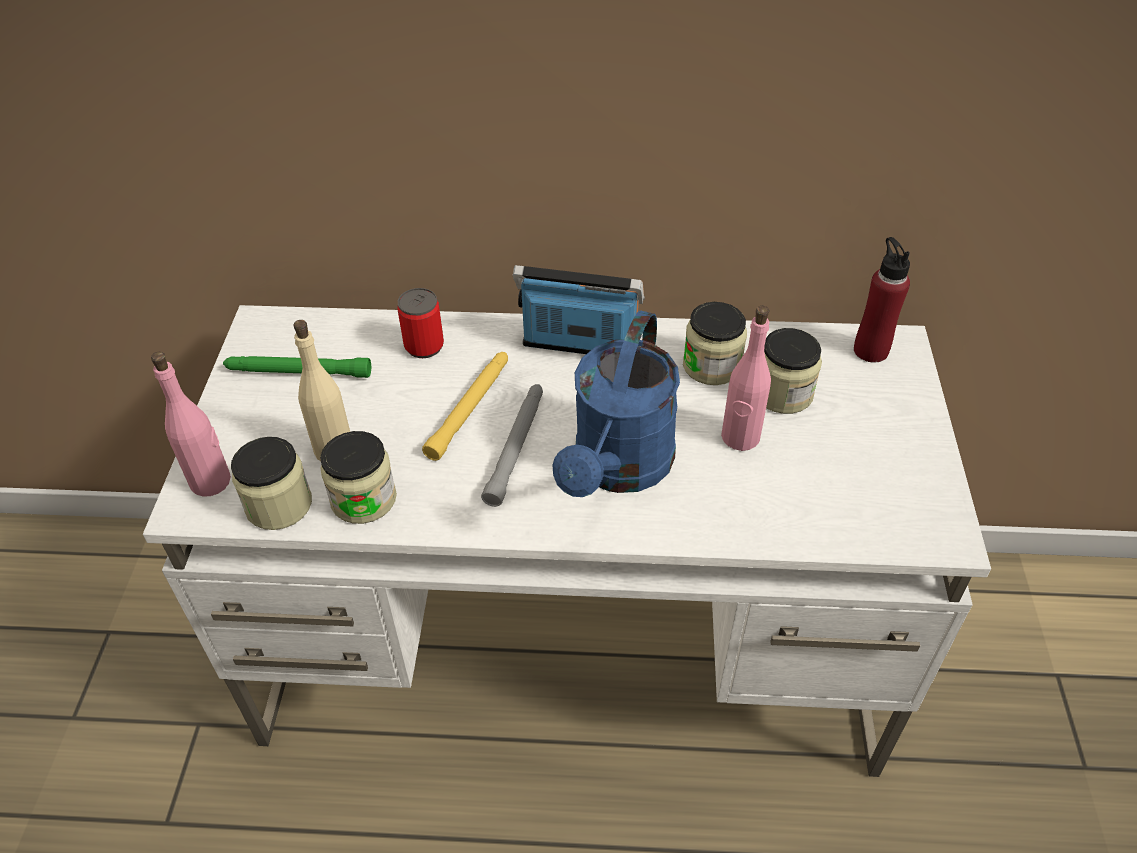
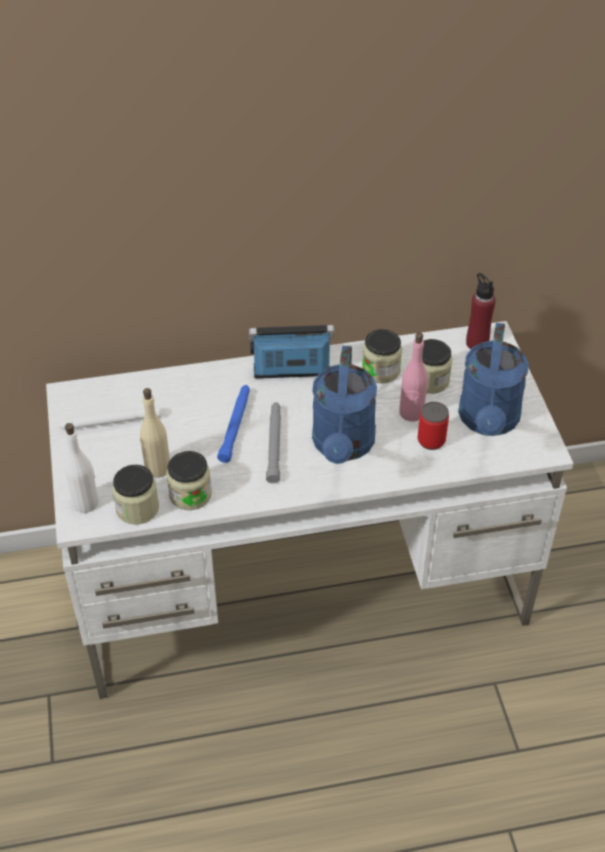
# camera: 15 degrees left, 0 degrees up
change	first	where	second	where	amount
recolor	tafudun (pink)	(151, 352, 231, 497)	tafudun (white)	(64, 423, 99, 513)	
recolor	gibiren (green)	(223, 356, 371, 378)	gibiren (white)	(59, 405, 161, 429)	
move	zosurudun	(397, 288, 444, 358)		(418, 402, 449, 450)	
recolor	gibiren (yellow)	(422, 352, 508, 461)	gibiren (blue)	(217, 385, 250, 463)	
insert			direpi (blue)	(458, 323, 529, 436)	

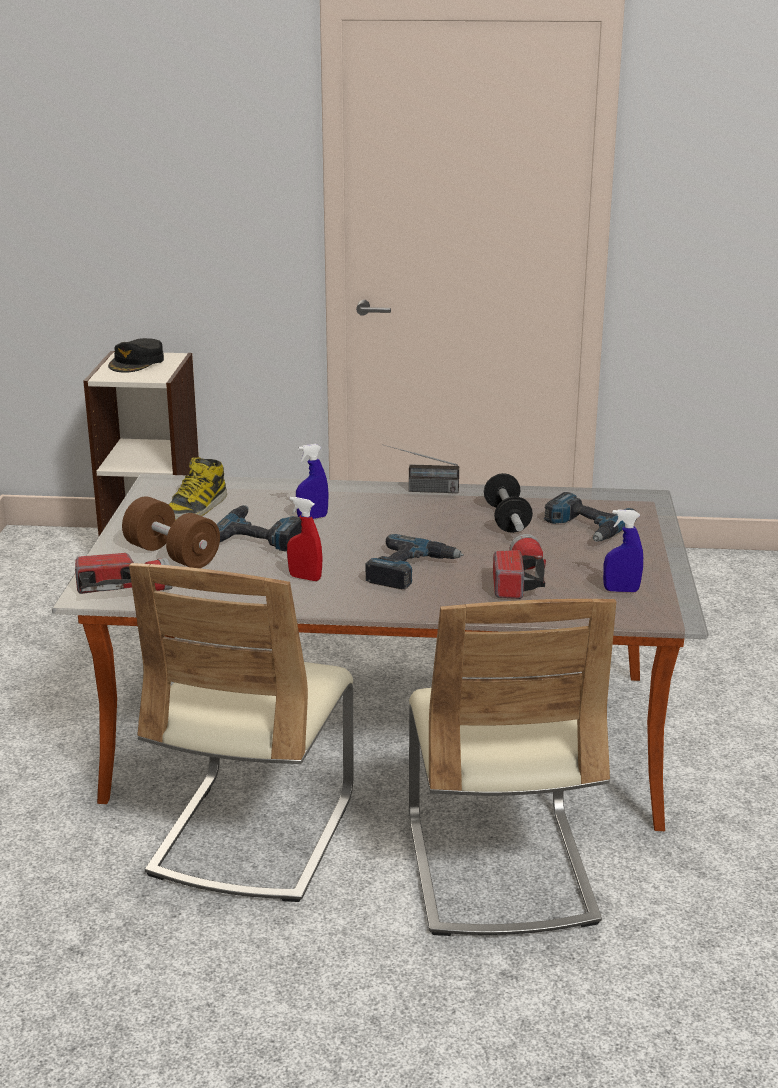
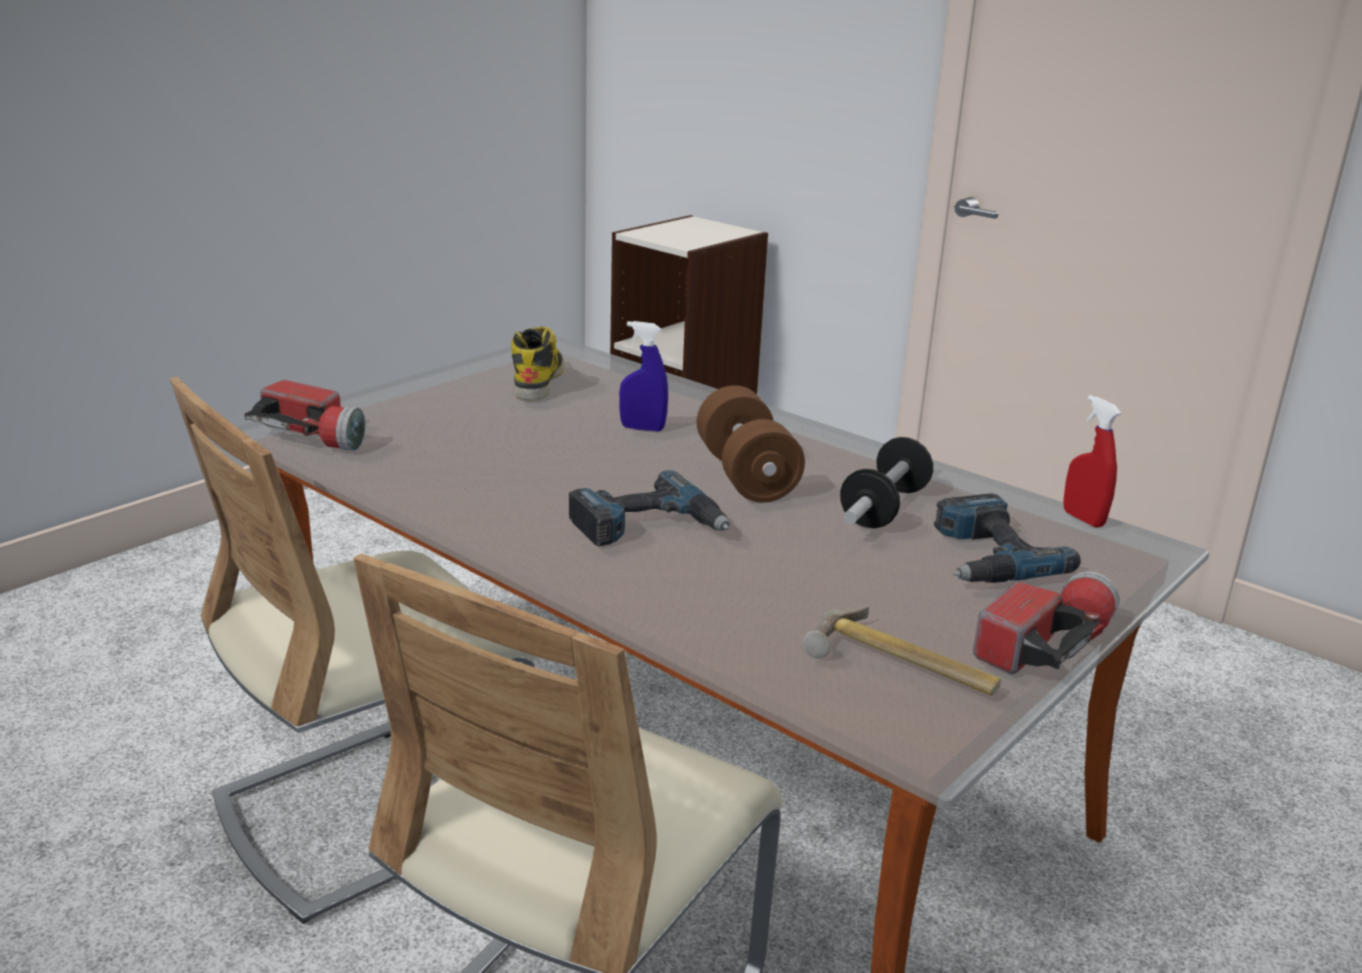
# camera: 35 degrees right, 0 degrees up
change	first	where	second	where	amount
delete	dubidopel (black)	(108, 338, 164, 373)			
move	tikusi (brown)	(122, 496, 220, 568)		(697, 385, 805, 502)	
rotate	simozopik	(168, 457, 227, 520)		(511, 326, 564, 400)	120 degrees clockwise
delete	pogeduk	(217, 505, 302, 551)			
move	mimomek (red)	(287, 497, 322, 581)		(1063, 395, 1121, 528)	
delete	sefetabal	(385, 445, 459, 493)			
move	gibiren	(493, 534, 546, 599)		(973, 571, 1120, 674)	
replace	mimomek (blue)	(603, 509, 643, 592)	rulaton	(802, 606, 1001, 695)	

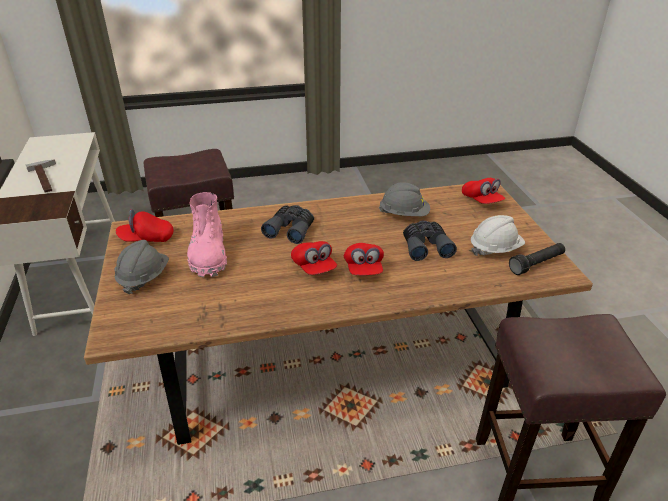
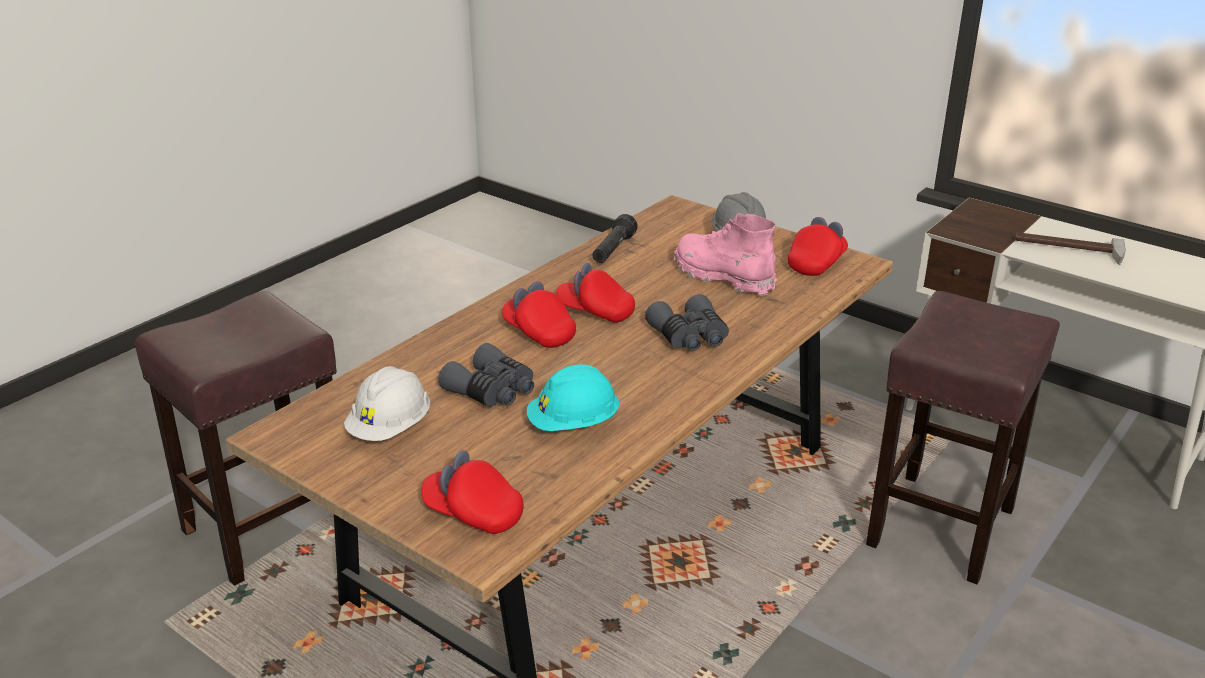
# camera: 140 degrees right, 5 degrees down
change	first	where	second	where	amount
recolor	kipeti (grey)	(379, 182, 430, 216)	kipeti (turquoise)	(527, 364, 619, 431)	
move	gibiren (black)	(509, 243, 565, 275)		(592, 214, 638, 263)	

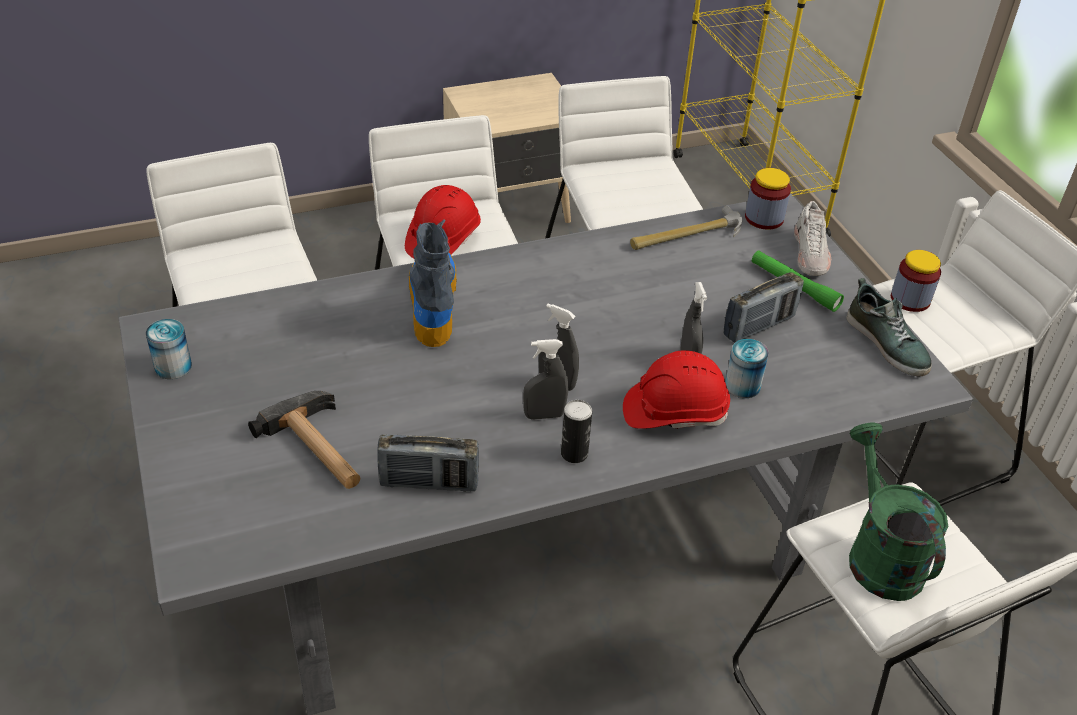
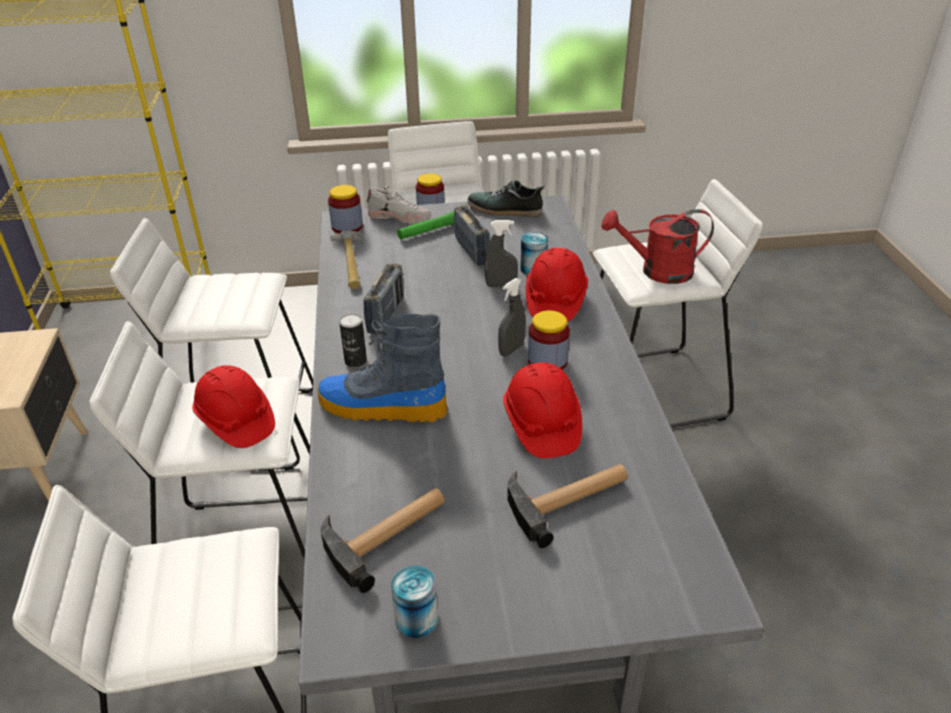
# camera: 75 degrees left, 5 degrees down
change	first	where	second	where	amount
move	sefetabal	(377, 434, 479, 492)		(364, 264, 404, 334)	
replace	mimomek (grey)	(523, 339, 568, 420)	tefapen	(528, 310, 570, 370)	
move	zosurudun	(561, 400, 592, 463)		(339, 314, 367, 367)	
rotate	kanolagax	(846, 278, 932, 377)		(467, 180, 545, 217)	150 degrees counterclockwise
recolor	direpi (green)	(849, 422, 948, 601)	direpi (red)	(601, 209, 714, 284)	
insert			rulaton	(321, 488, 444, 593)	
insert			kipeti (red)	(503, 362, 582, 458)	

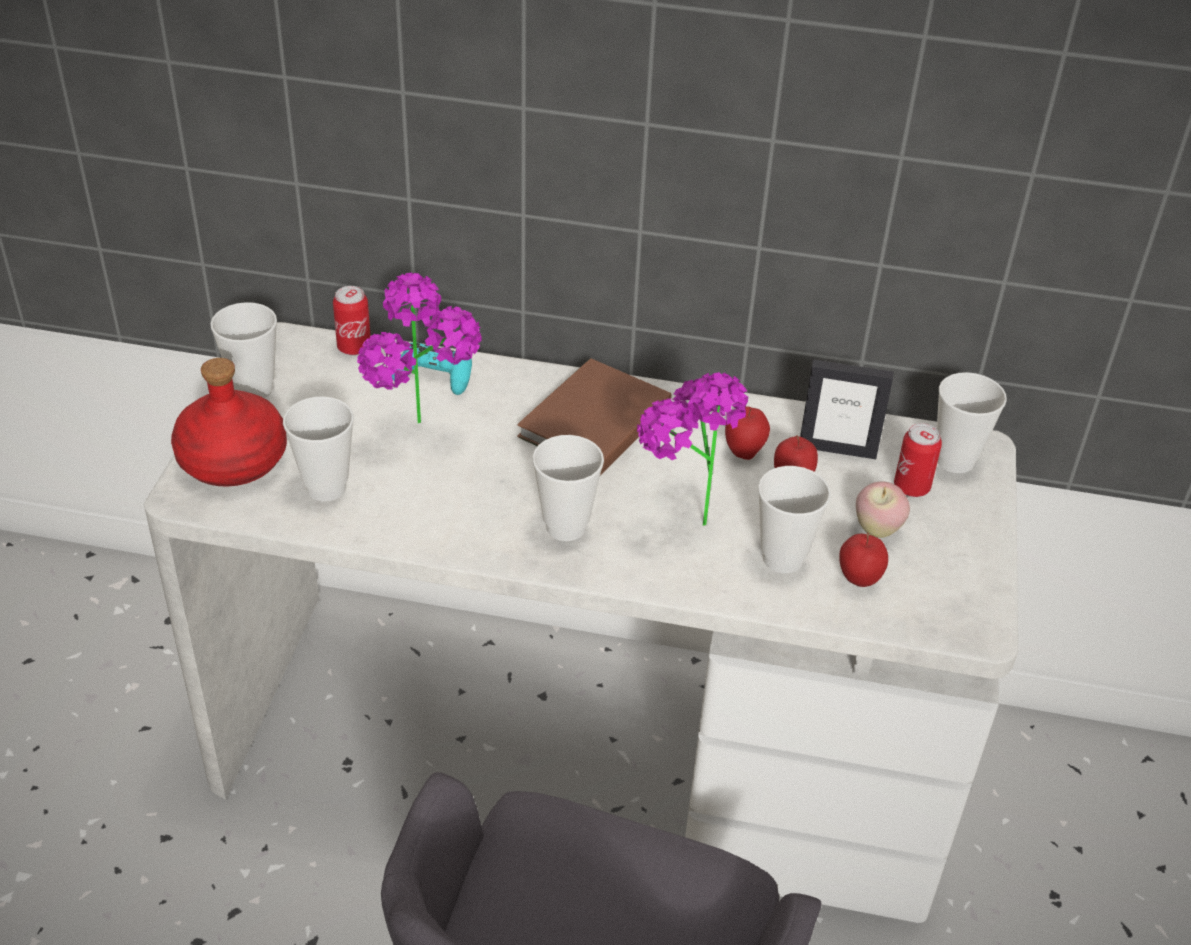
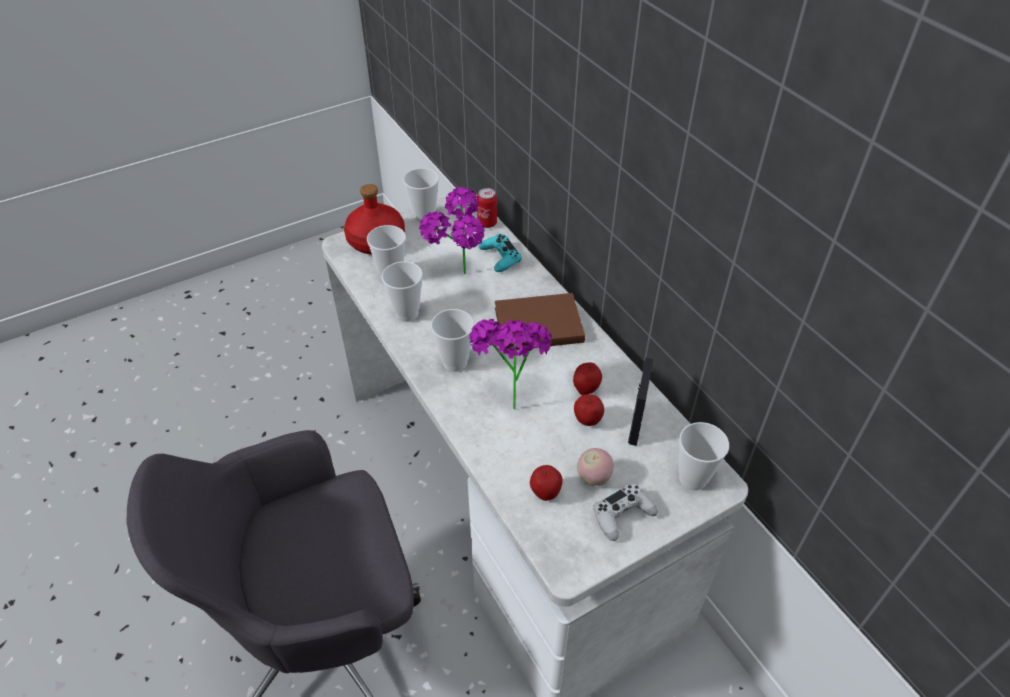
# camera: 50 degrees right, 5 degrees up
change	first	where	second	where	amount
move	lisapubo	(758, 466, 831, 573)		(382, 262, 423, 322)	
rotate	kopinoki	(800, 360, 894, 459)		(628, 358, 653, 446)	135 degrees counterclockwise
delete	zosurudun	(894, 423, 942, 497)			
insert			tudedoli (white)	(593, 484, 658, 541)	

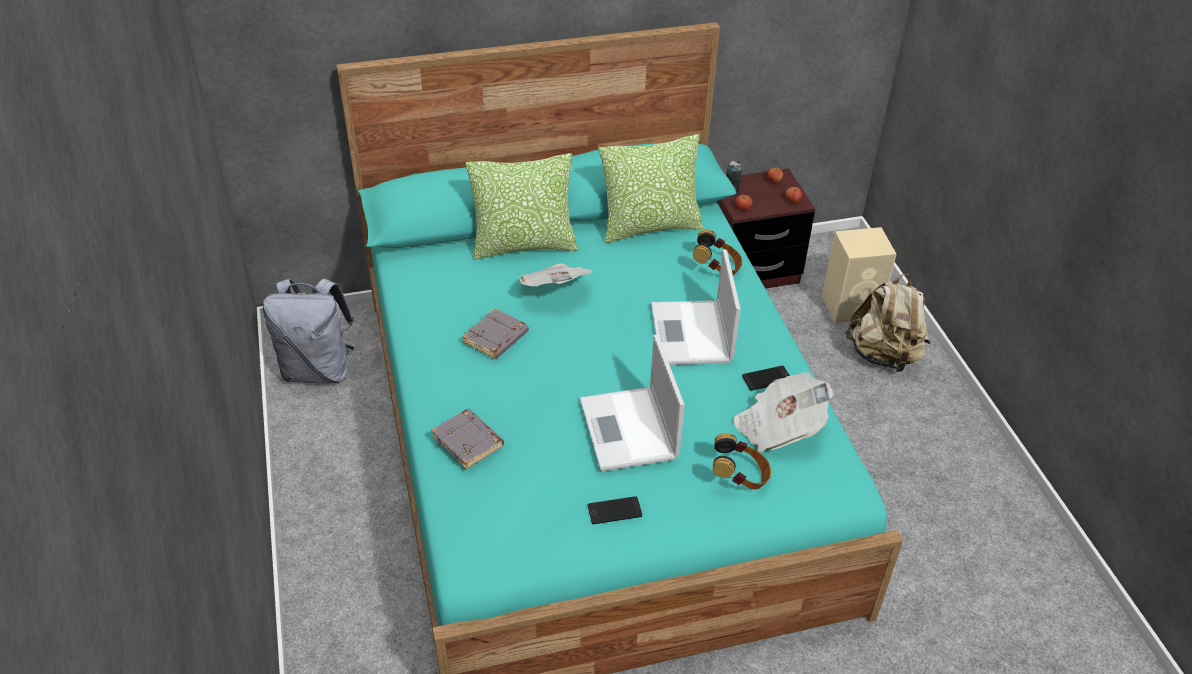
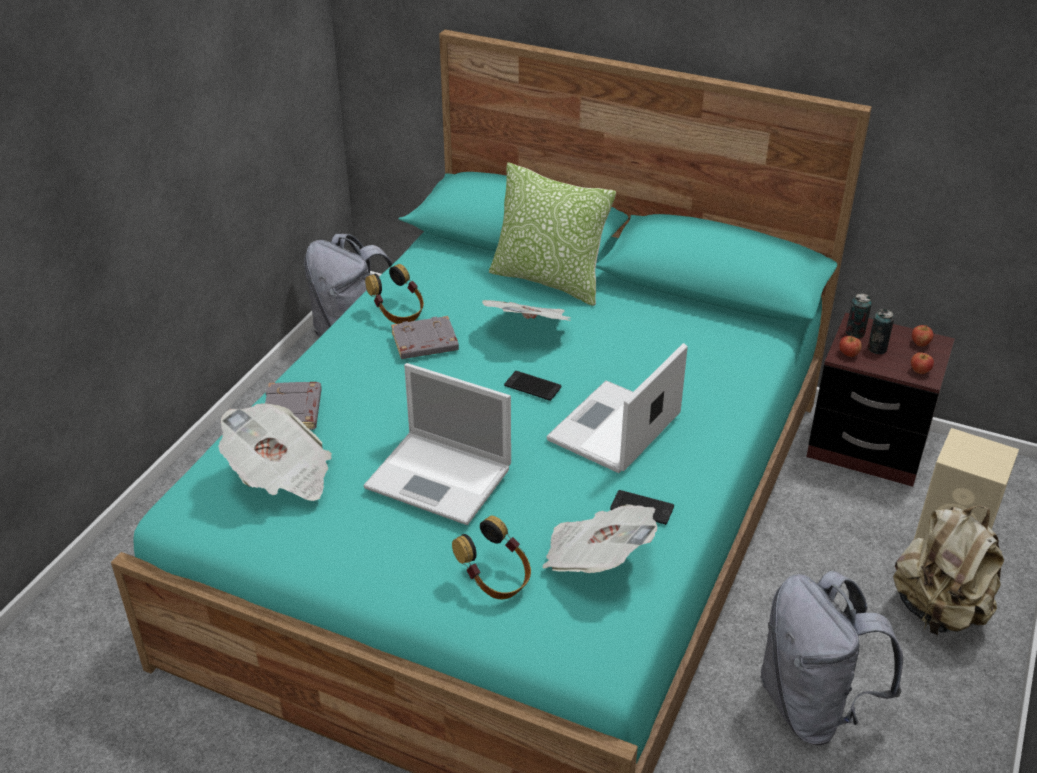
# camera: 40 degrees right, 5 degrees down
change	first	where	second	where	amount
rotate	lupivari	(580, 335, 685, 471)		(363, 363, 511, 525)	90 degrees counterclockwise
move	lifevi	(588, 496, 642, 524)		(504, 371, 561, 401)	
delete	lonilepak	(599, 134, 703, 243)			
move	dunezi	(693, 229, 743, 275)		(365, 264, 424, 324)	
insert			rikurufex	(218, 404, 332, 501)	
insert			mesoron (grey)	(760, 571, 903, 745)	
insert			zosurudun	(868, 309, 894, 354)	

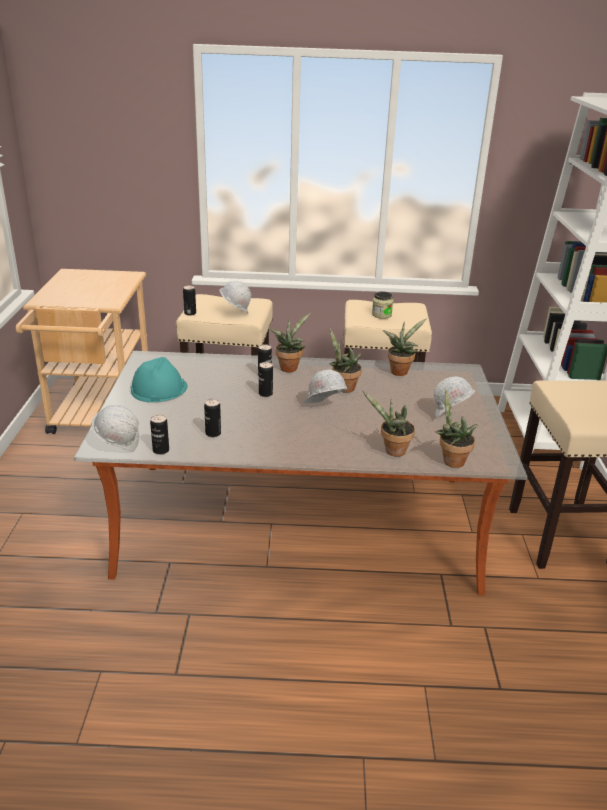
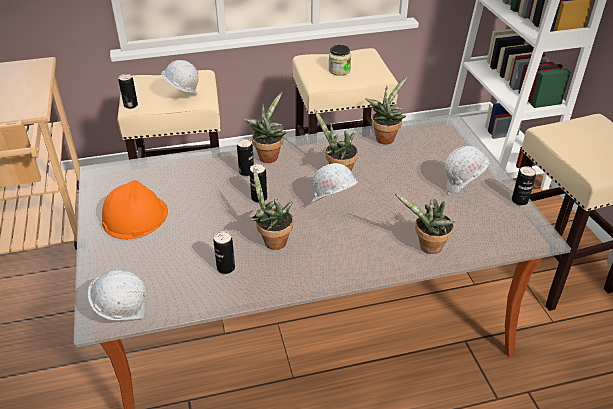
# camera: 15 degrees left, 10 degrees up
change	first	where	second	where	amount
recolor	kipeti (turquoise)	(131, 357, 188, 402)	kipeti (orange)	(102, 180, 168, 240)	
move	zosurudun	(150, 414, 169, 455)		(512, 166, 536, 205)	
move	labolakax	(435, 389, 477, 468)		(249, 167, 293, 250)	

